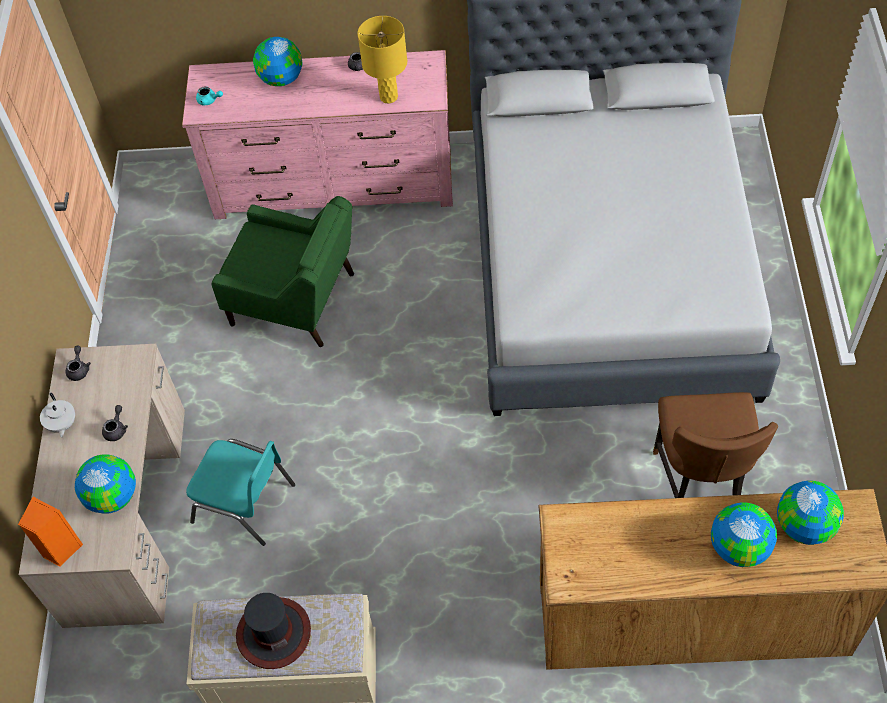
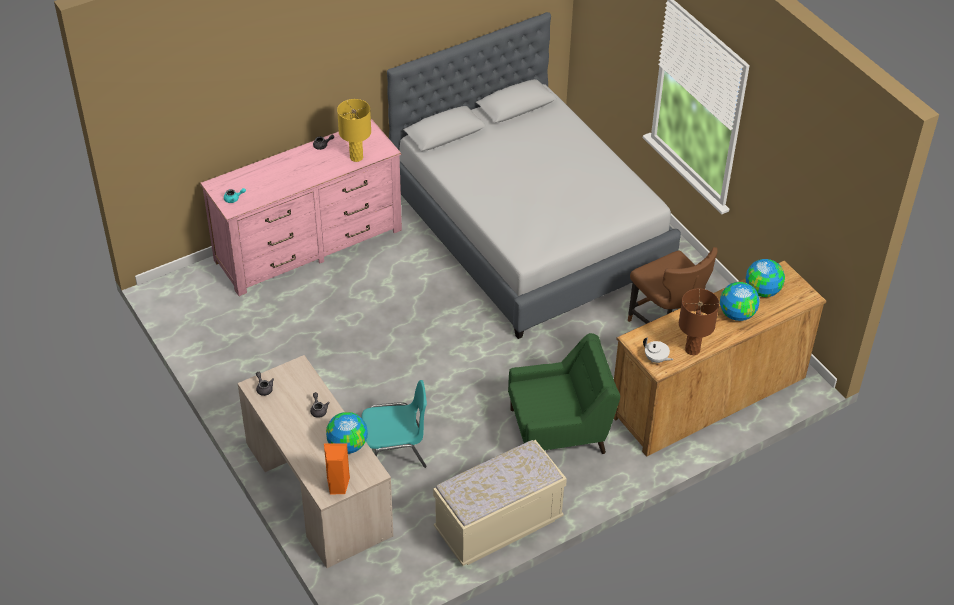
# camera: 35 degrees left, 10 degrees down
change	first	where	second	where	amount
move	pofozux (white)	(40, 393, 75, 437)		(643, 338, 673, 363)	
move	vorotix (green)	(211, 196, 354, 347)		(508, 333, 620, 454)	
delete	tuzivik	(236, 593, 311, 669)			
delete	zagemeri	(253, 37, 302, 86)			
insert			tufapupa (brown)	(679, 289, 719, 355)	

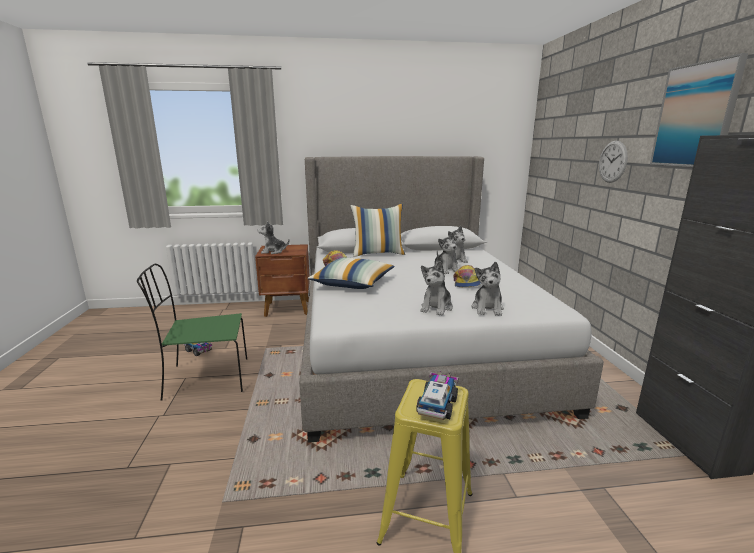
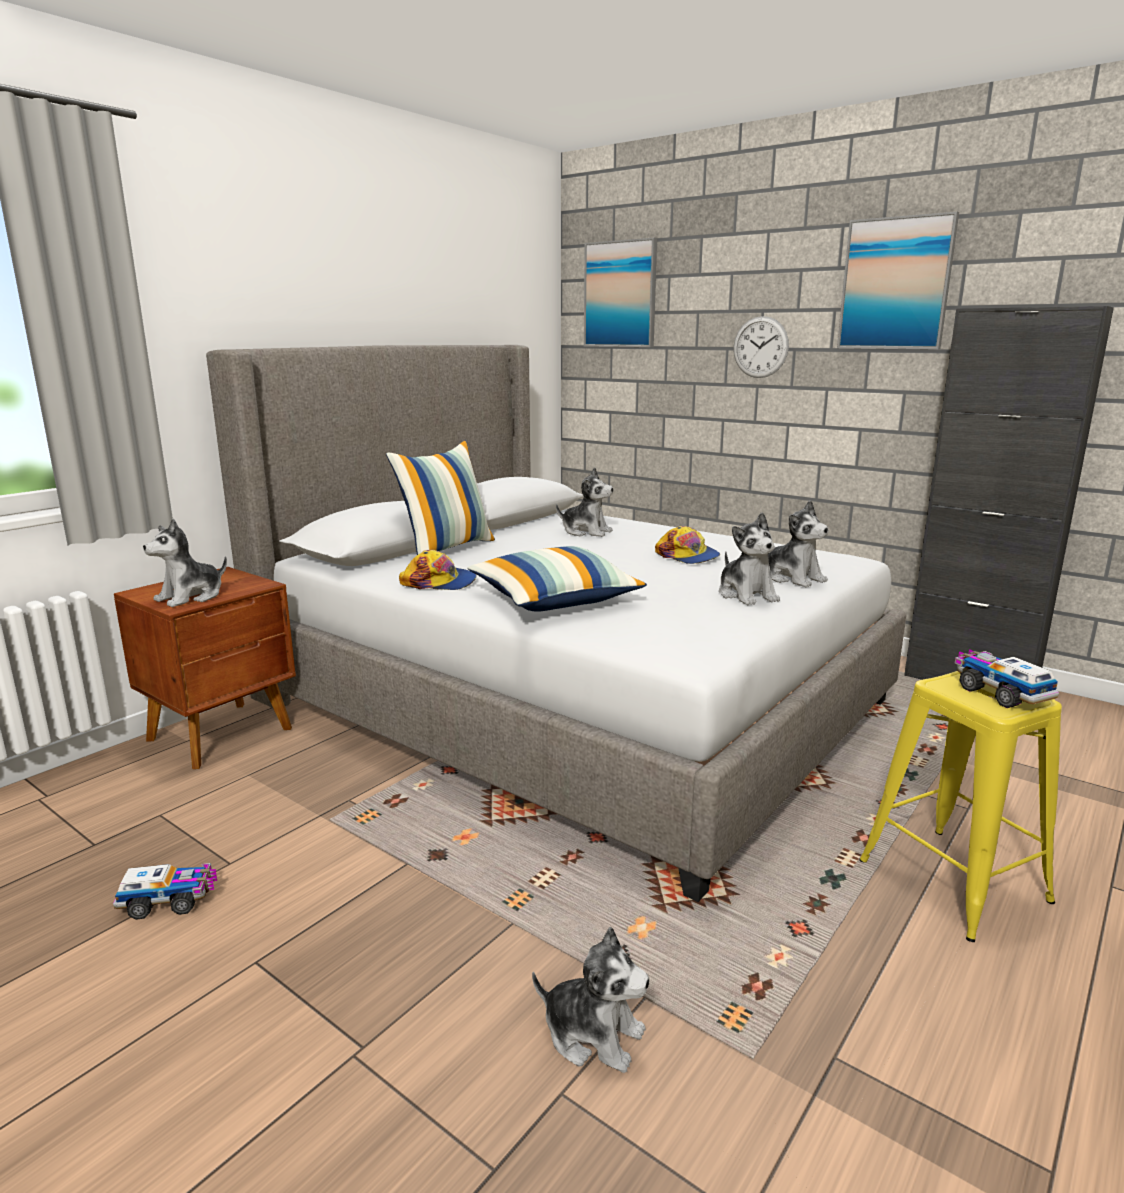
# camera: 45 degrees left, 0 degrees up
change	first	where	second	where	amount
delete	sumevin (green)	(137, 264, 247, 401)			
move	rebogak	(434, 233, 458, 274)		(532, 927, 650, 1073)	
insert			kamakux	(584, 238, 657, 347)	

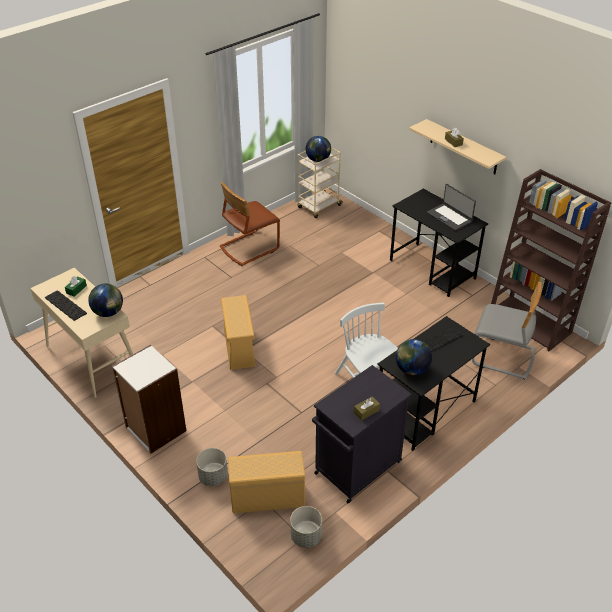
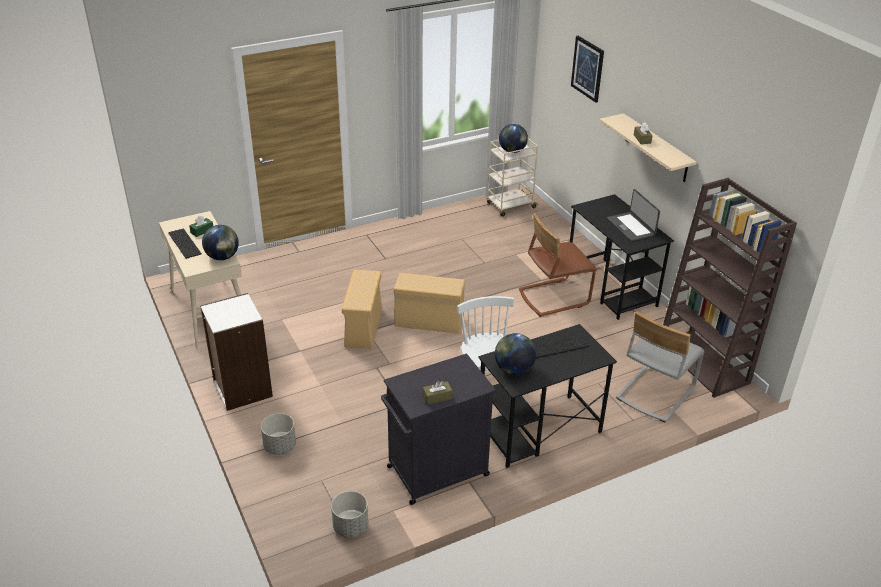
# camera: 15 degrees right, 5 degrees down
change	first	where	second	where	amount
move	sumevin (brown)	(220, 182, 280, 266)		(519, 213, 597, 317)	
move	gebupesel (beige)	(228, 451, 305, 513)		(394, 273, 465, 334)	
rotate	sumevin (grey)	(472, 282, 542, 379)		(616, 311, 704, 422)	90 degrees clockwise
insert			kamakux	(571, 36, 604, 103)	

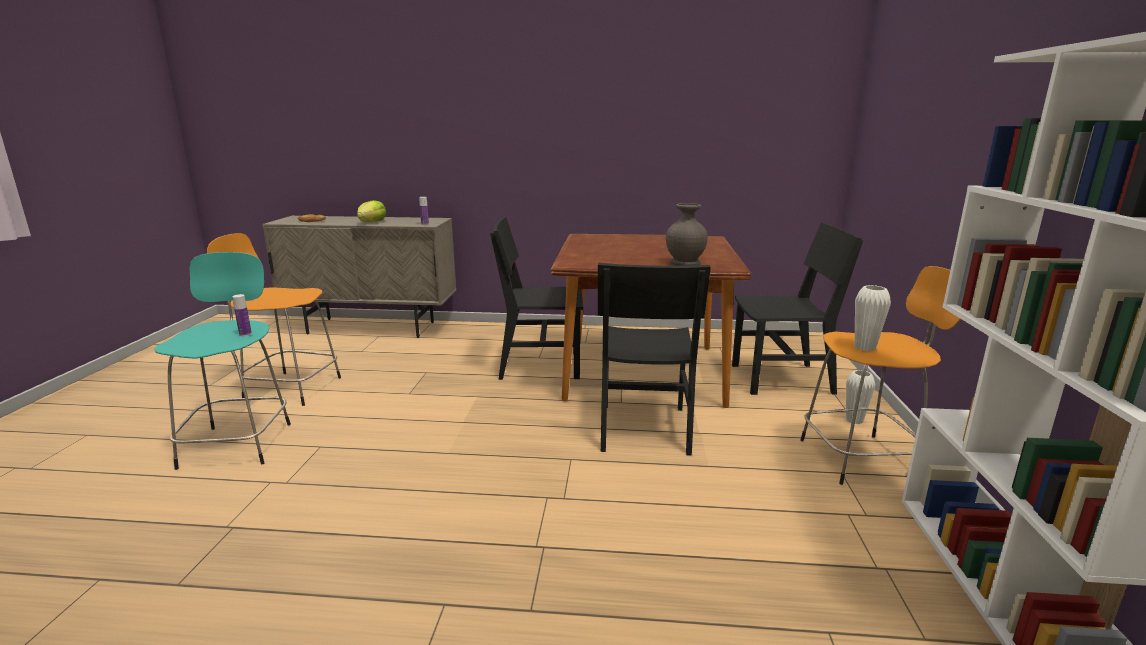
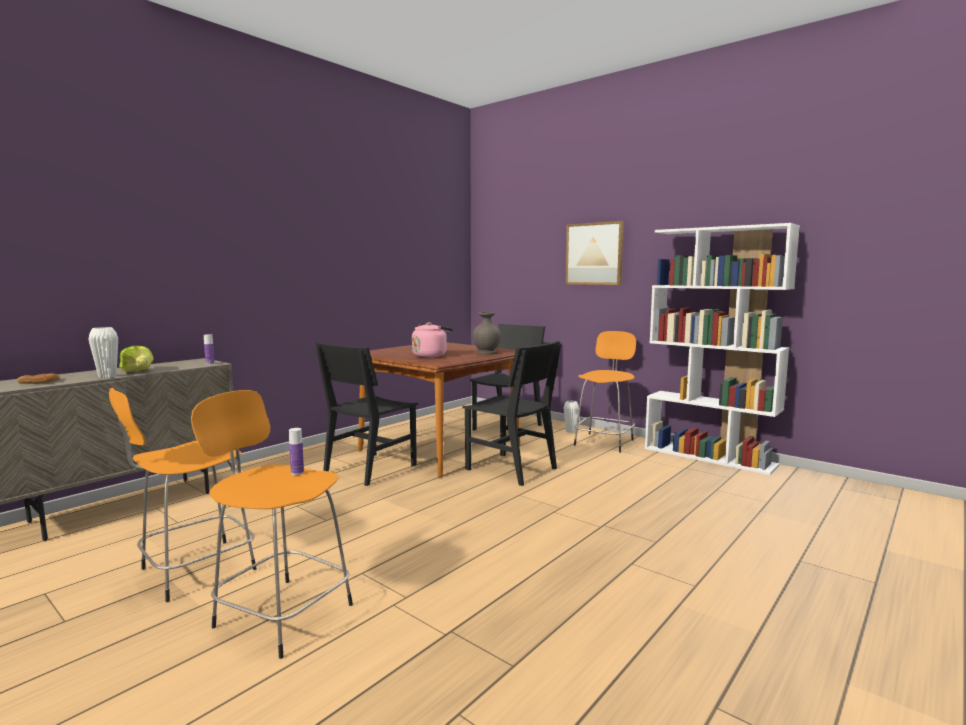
# camera: 55 degrees left, 10 degrees down
change	first	where	second	where	amount
recolor	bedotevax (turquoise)	(154, 252, 291, 470)	bedotevax (orange)	(191, 390, 353, 659)	
move	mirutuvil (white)	(855, 285, 891, 351)		(88, 327, 118, 378)	
insert			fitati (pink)	(412, 322, 453, 358)	
insert			kamakux	(565, 221, 624, 285)	

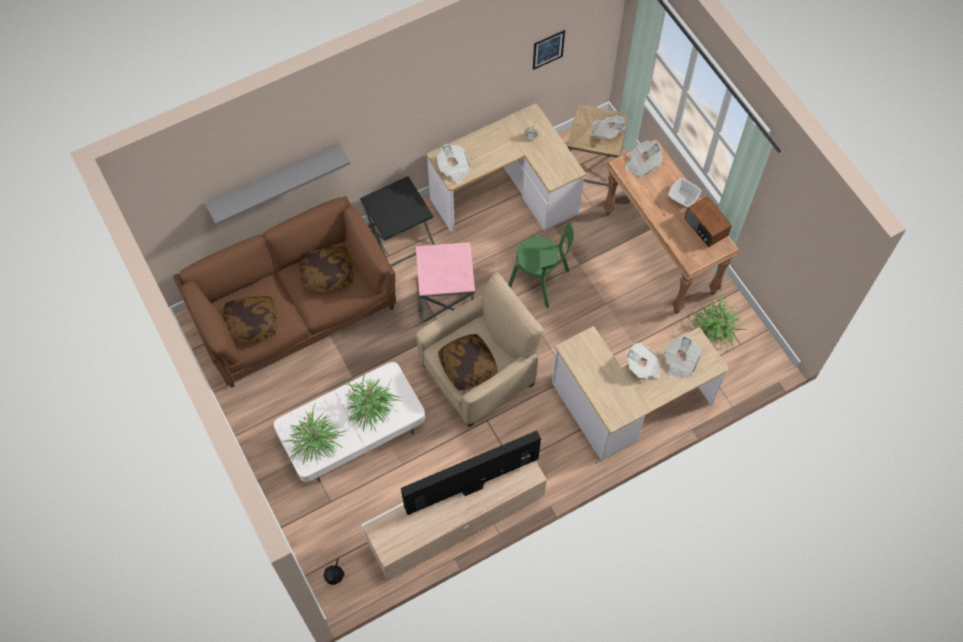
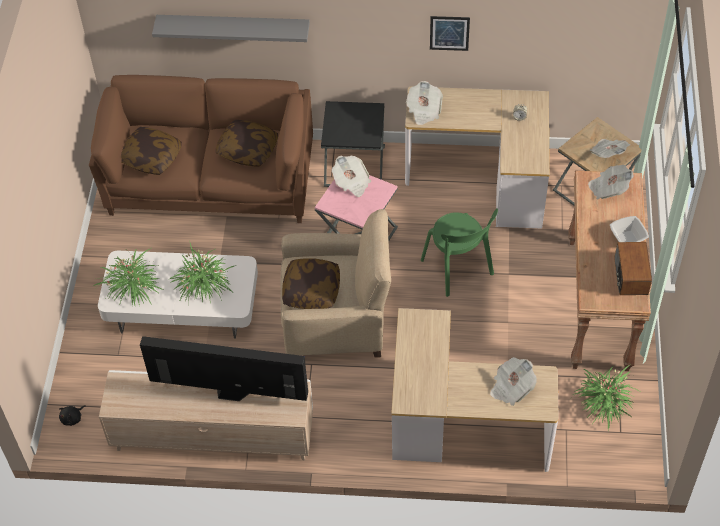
# camera: 35 degrees right, 10 degrees down
change	first	where	second	where	amount
move	kamakux	(533, 30, 565, 70)		(430, 16, 470, 51)	
move	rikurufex	(626, 343, 660, 379)		(332, 156, 371, 197)	

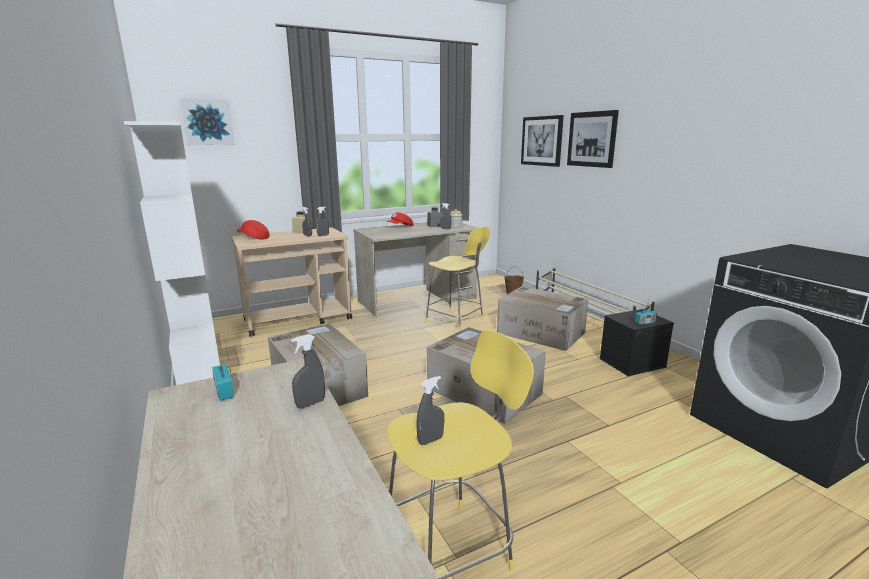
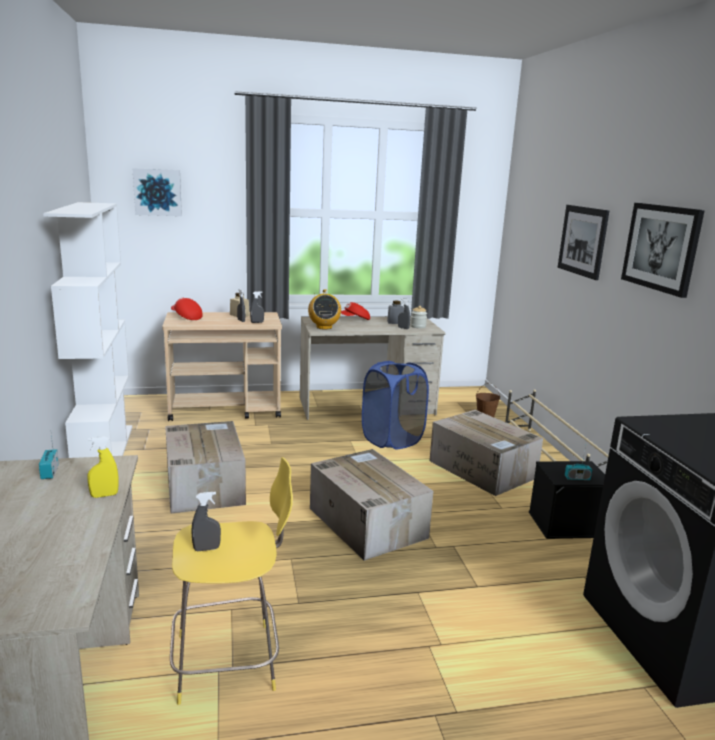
# camera: 15 degrees right, 0 degrees up
change	first	where	second	where	amount
recolor	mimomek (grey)	(291, 334, 325, 409)	mimomek (yellow)	(87, 436, 119, 498)	
replace	bedotevax (yellow)	(425, 226, 490, 331)	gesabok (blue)	(362, 361, 429, 449)	
move	kamakux	(521, 115, 564, 167)		(621, 203, 705, 298)	
insert			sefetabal	(308, 289, 341, 330)	

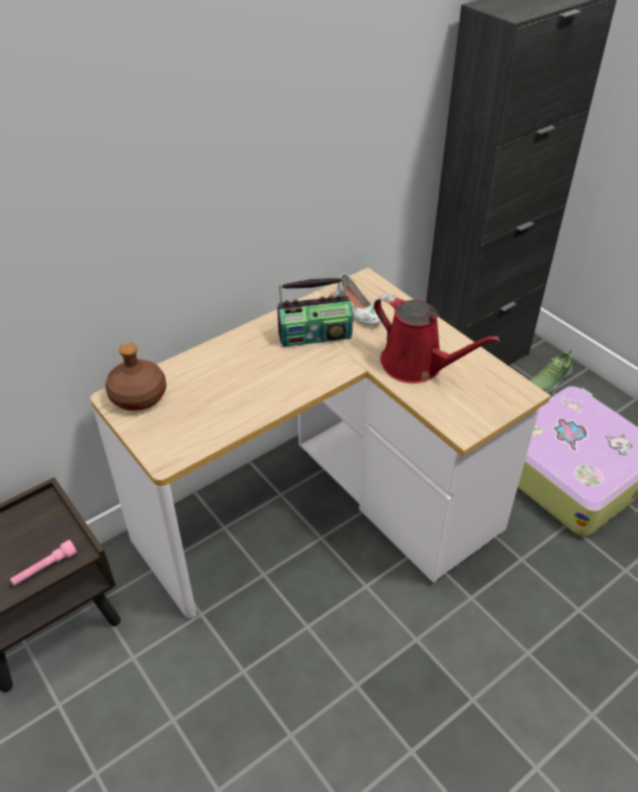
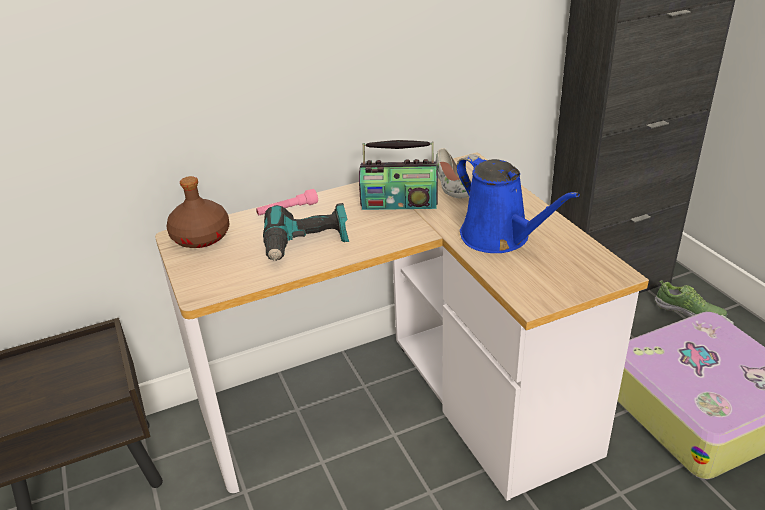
# camera: 15 degrees right, 10 degrees down
change	first	where	second	where	amount
move	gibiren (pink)	(10, 540, 77, 586)		(256, 189, 318, 216)	
recolor	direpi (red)	(374, 293, 500, 383)	direpi (blue)	(457, 154, 580, 253)	
rotate	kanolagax	(530, 350, 573, 394)		(655, 280, 727, 317)	120 degrees counterclockwise
insert			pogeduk	(263, 203, 349, 261)	

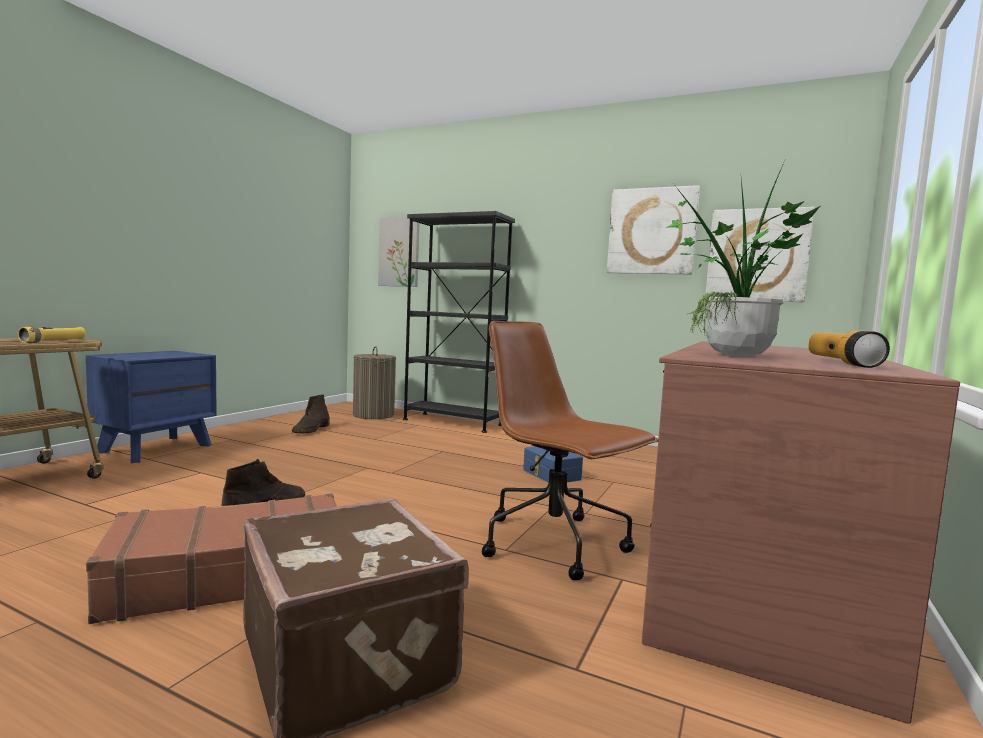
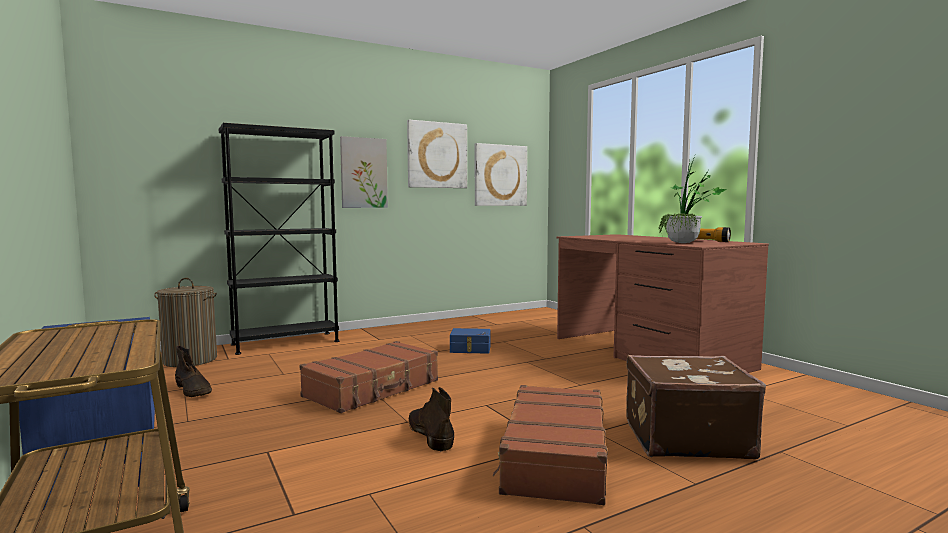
# camera: 55 degrees left, 0 degrees up
change	first	where	second	where	amount
delete	gibiren (yellow)	(18, 326, 86, 343)			
move	kamakux	(378, 217, 419, 287)		(340, 136, 388, 208)	
delete	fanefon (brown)	(482, 321, 658, 580)			
insert			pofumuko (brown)	(299, 341, 438, 413)	

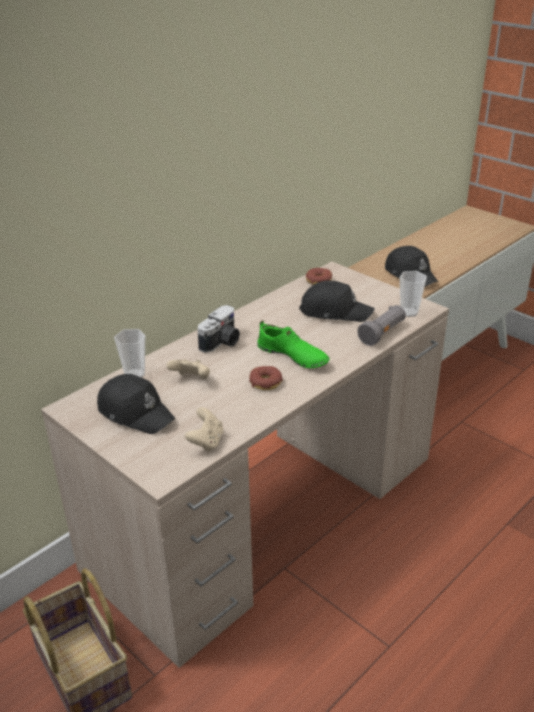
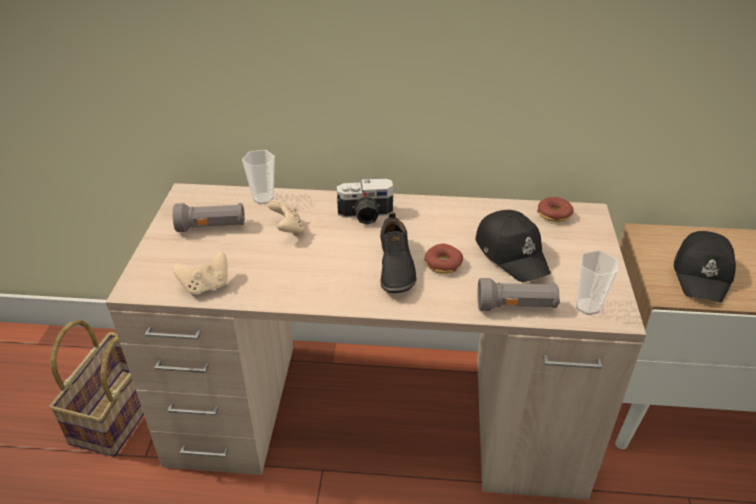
# camera: 50 degrees right, 5 degrees up
change	first	where	second	where	amount
replace	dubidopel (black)	(97, 374, 175, 434)	gibiren (grey)	(172, 203, 245, 232)	
move	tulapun	(249, 366, 283, 390)		(424, 244, 463, 274)	
recolor	kanolagax (green)	(257, 320, 330, 368)	kanolagax (black)	(380, 213, 417, 293)	

